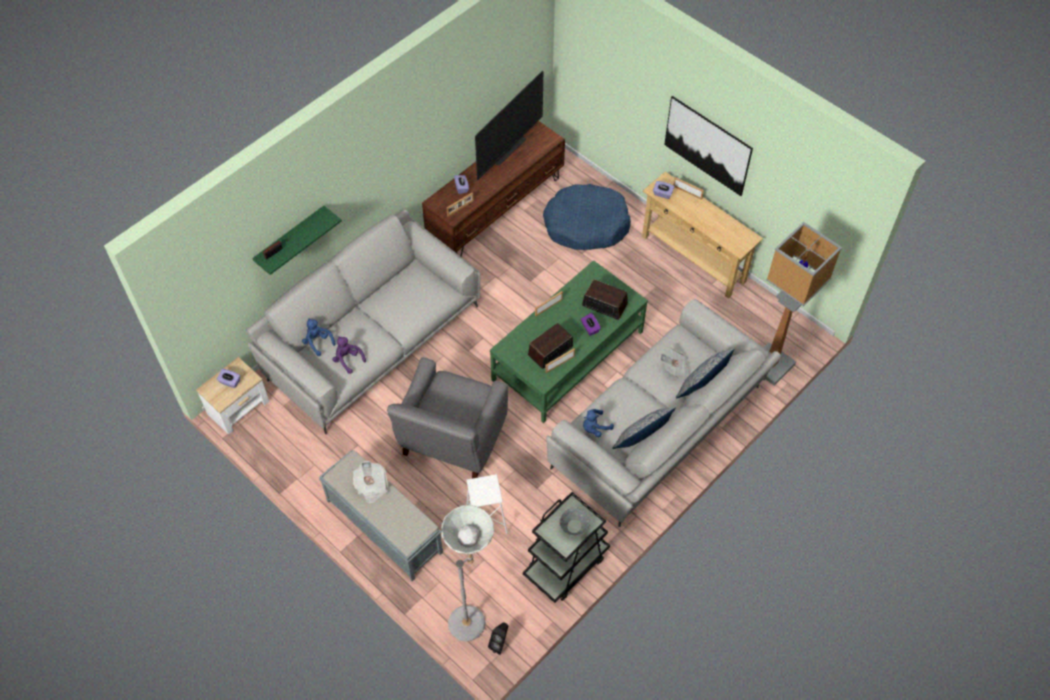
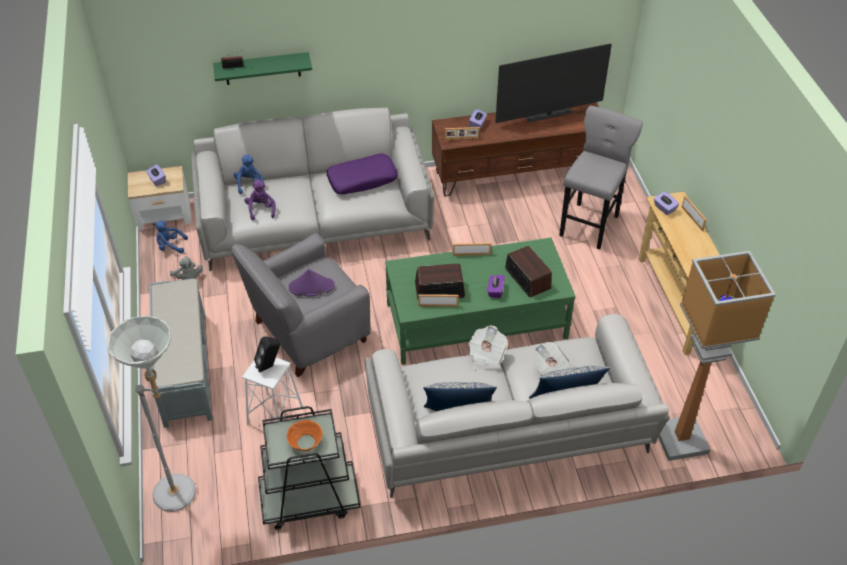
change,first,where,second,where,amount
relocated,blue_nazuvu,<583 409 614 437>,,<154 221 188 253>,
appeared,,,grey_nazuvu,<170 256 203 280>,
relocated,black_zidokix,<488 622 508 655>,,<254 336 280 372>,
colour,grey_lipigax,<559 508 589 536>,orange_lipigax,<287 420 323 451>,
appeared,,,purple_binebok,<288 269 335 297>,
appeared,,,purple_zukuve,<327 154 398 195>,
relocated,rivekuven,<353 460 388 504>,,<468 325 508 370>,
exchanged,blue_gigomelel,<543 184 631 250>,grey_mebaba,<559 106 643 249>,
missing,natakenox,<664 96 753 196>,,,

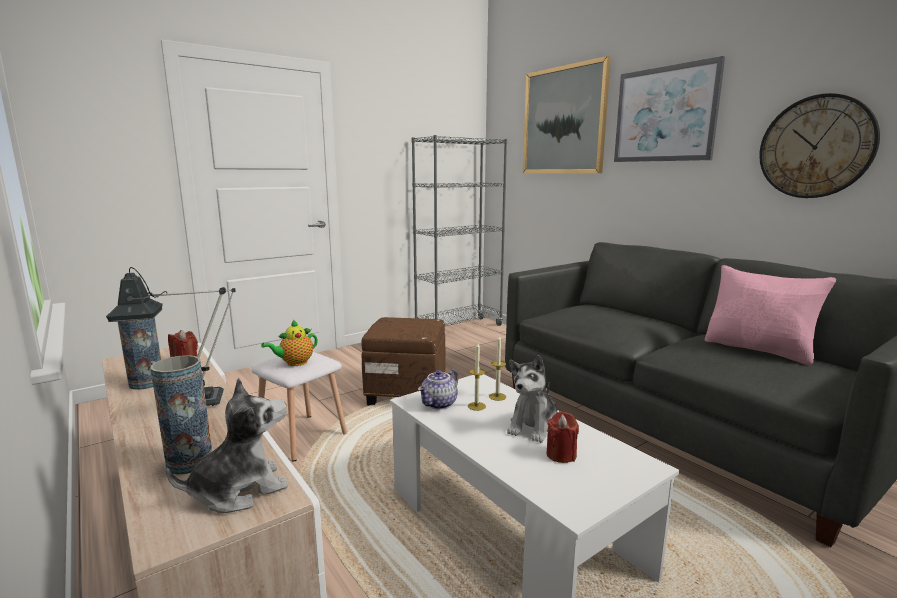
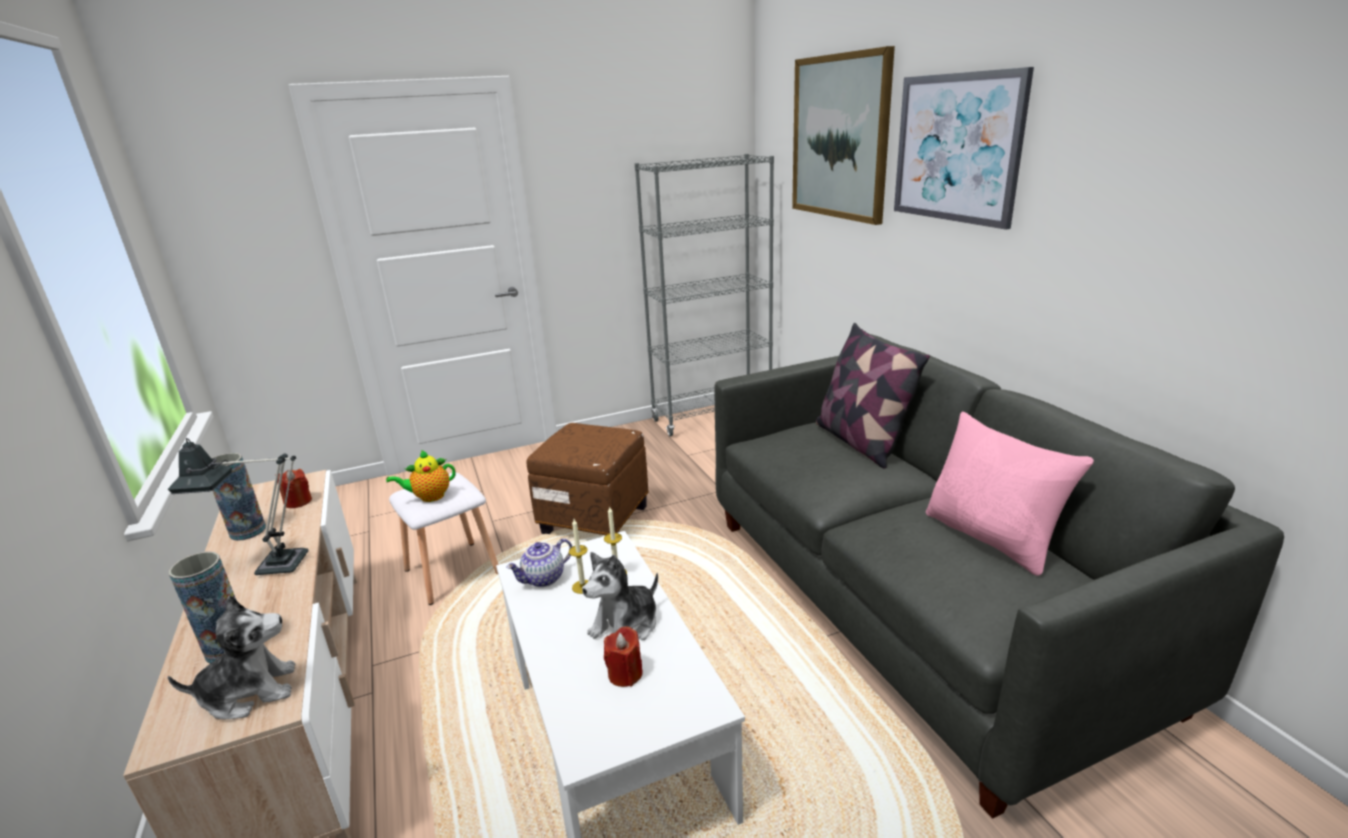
change,first,where,second,where,amount
appeared,,,zukuve,<816 323 930 469>,
missing,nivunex,<759 93 880 198>,,,

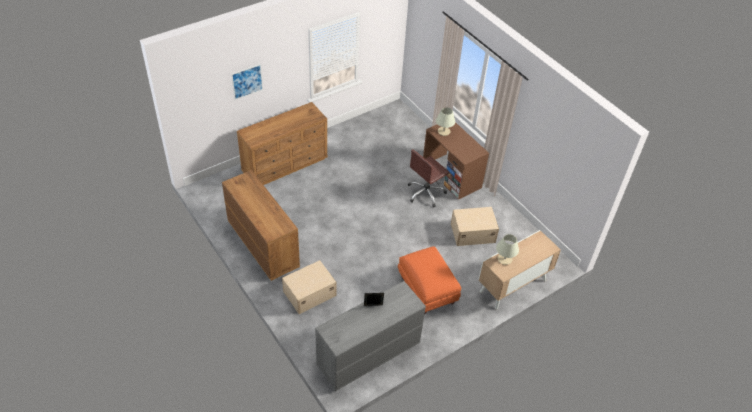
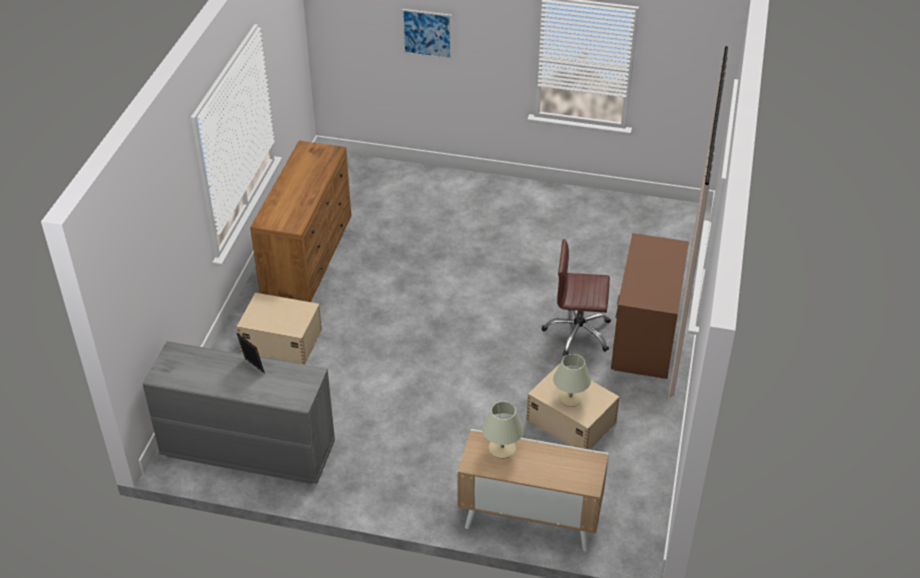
change,first,where,second,where,amount
relocated,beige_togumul,<436 107 455 136>,,<553 354 591 407>,
missing,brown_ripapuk,<237 102 328 185>,,,
missing,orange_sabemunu,<398 247 461 314>,,,

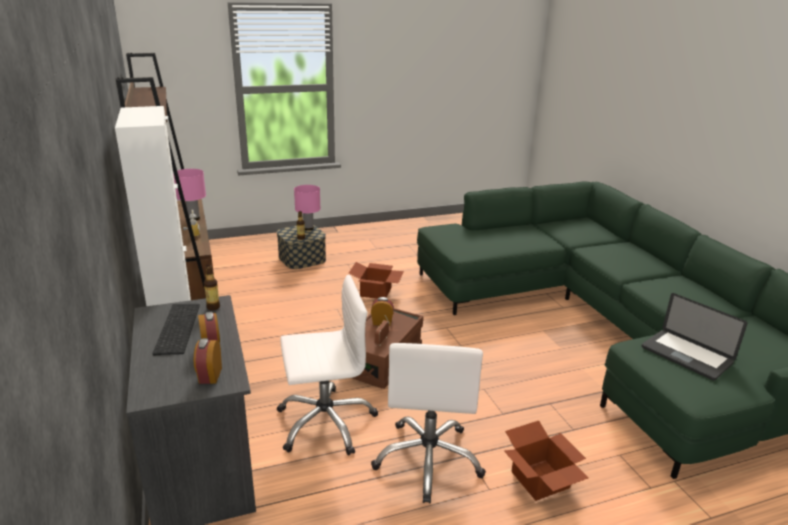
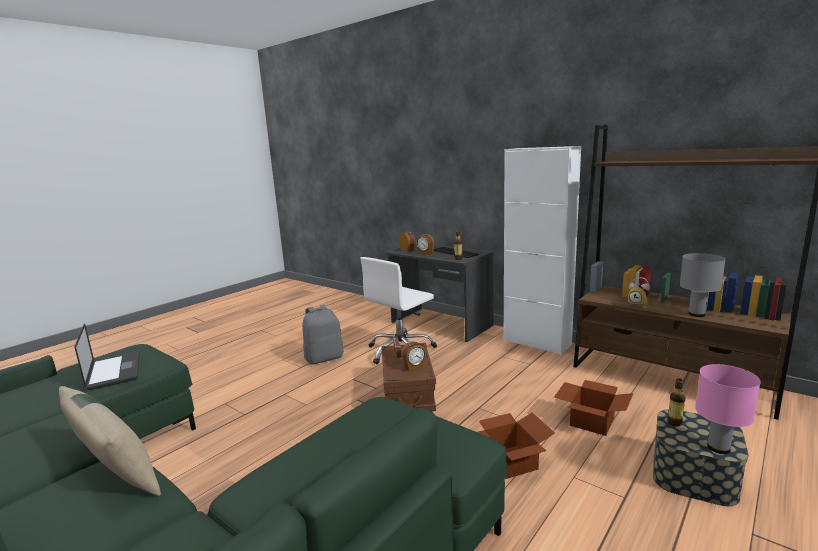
change,first,where,second,where,amount
appeared,,,beige_zukuve,<59 386 161 496>,
spun,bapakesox,<642 293 747 380>,,<75 324 139 390>,45 degrees clockwise
exchanged,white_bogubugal,<371 343 486 504>,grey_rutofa,<303 305 344 364>,
relocated,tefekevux,<504 421 589 501>,,<554 380 633 436>,
colour,pink_togumul,<173 169 206 220>,grey_togumul,<680 253 726 317>,

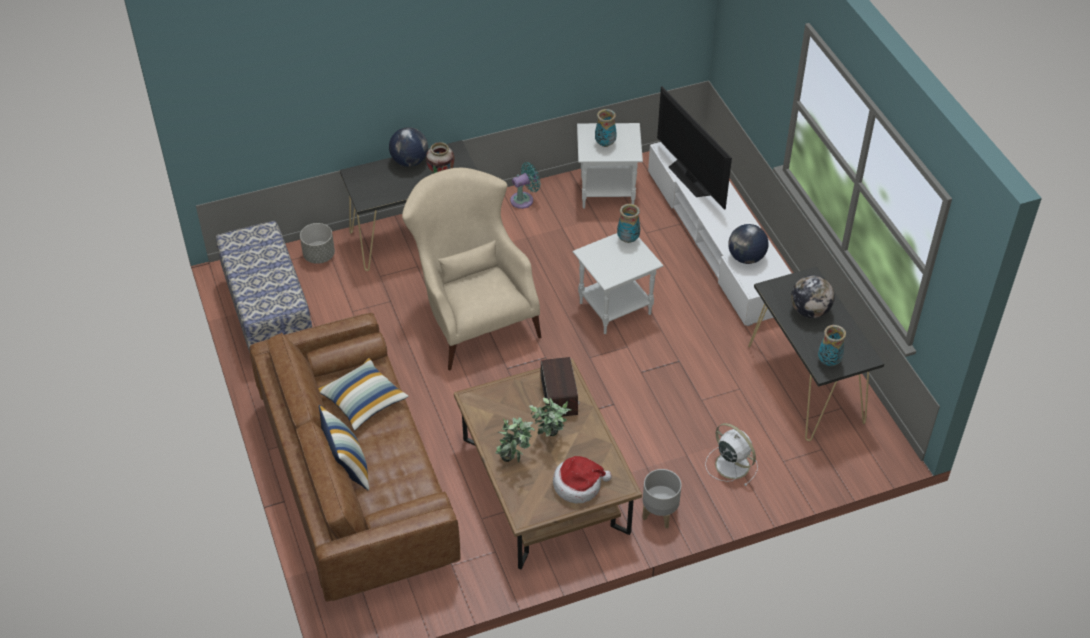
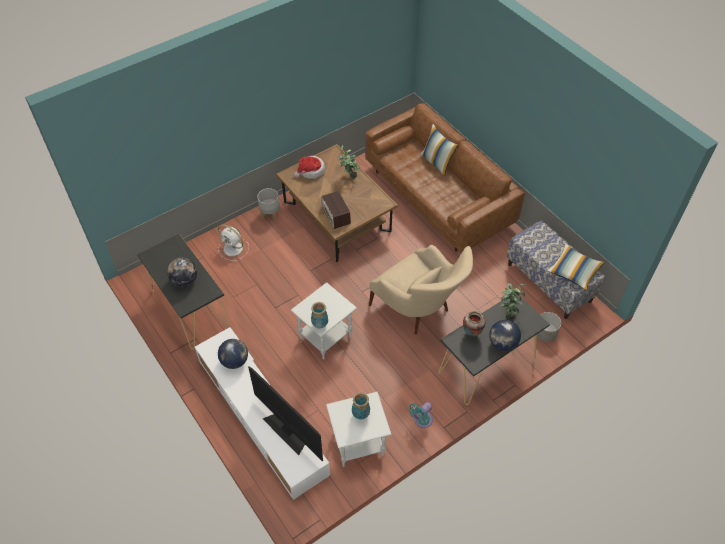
change,first,where,second,where,amount
relocated,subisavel,<529 397 571 437>,,<501 283 526 319>,
relocated,zukuve,<318 358 408 430>,,<547 244 605 291>,
missing,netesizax,<818 325 846 366>,,,

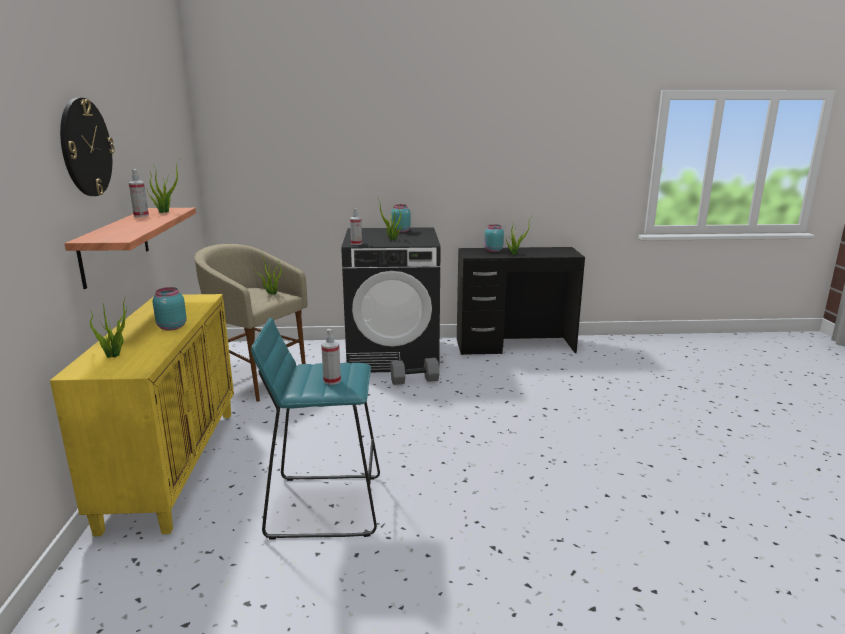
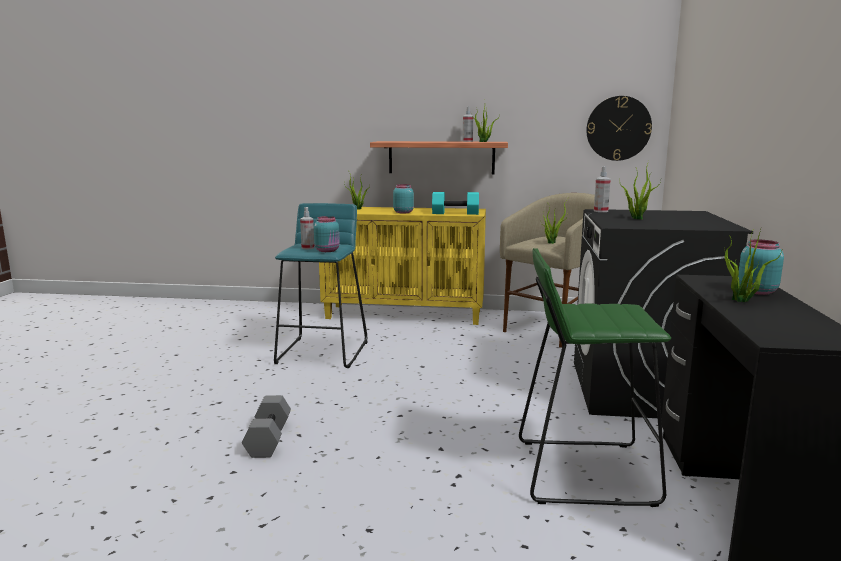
change,first,where,second,where,amount
relocated,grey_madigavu,<390 358 440 385>,,<242 395 291 458>,
relocated,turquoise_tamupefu,<391 204 411 232>,,<314 216 340 252>,
appeared,,,turquoise_madigavu,<432 192 479 215>,
appeared,,,green_mebaba,<519 248 671 507>,
relocated,nivunex,<60 98 115 196>,,<586 96 652 161>,

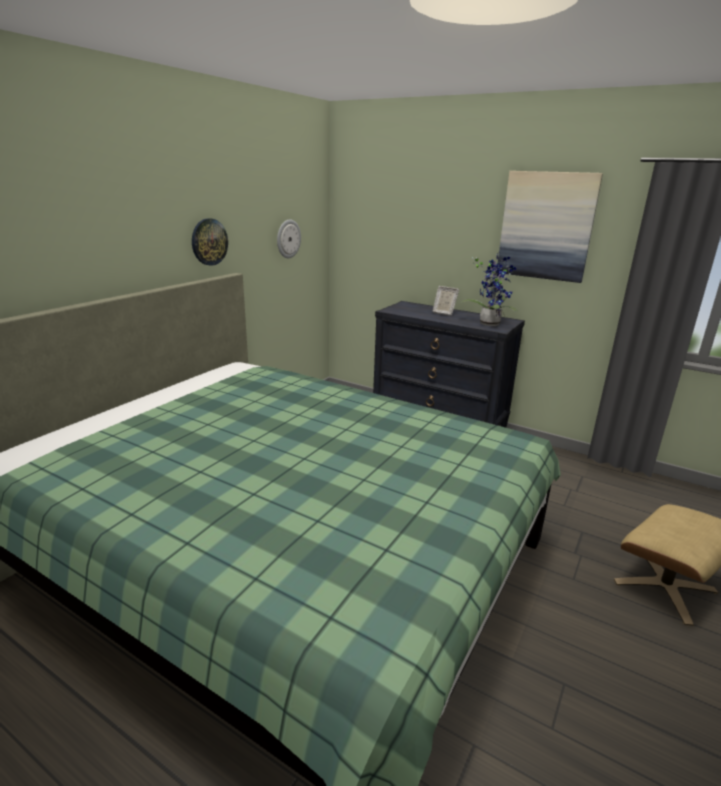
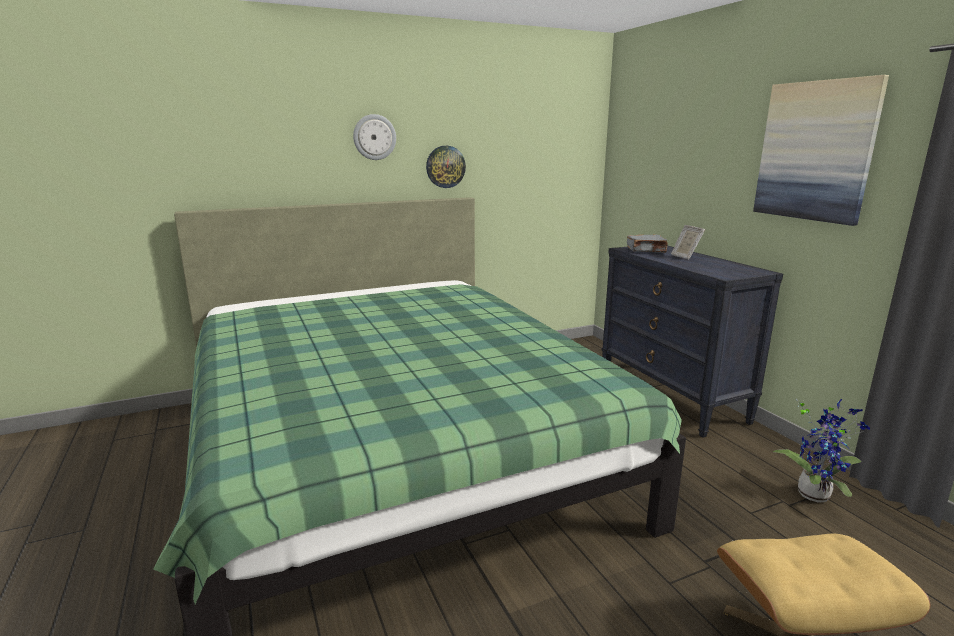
change,first,where,second,where,amount
relocated,nivunex,<277 220 301 258>,,<353 114 396 160>,
appeared,,,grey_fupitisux,<627 234 668 253>,
relocated,subisavel,<460 253 518 326>,,<773 399 870 503>,

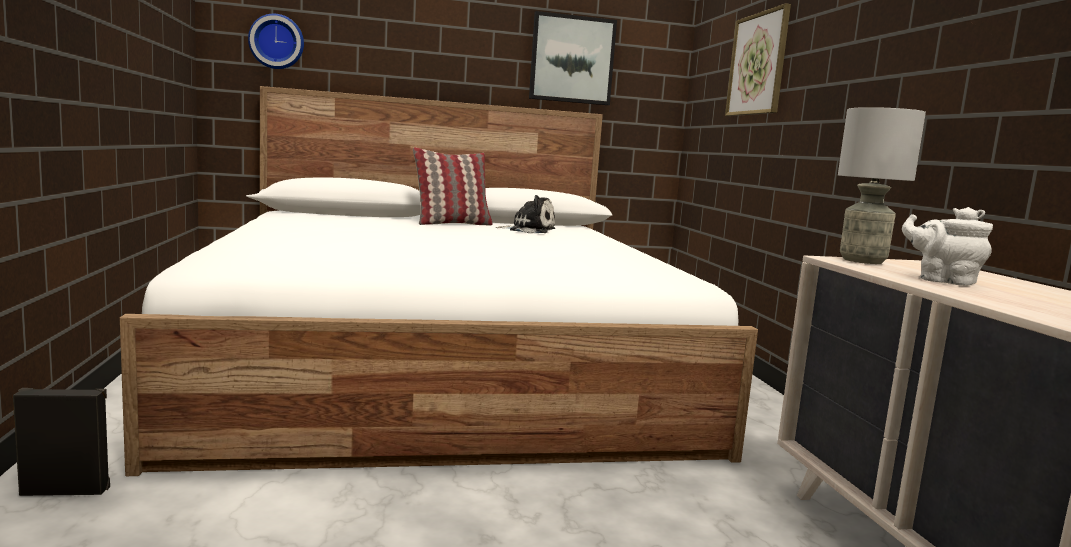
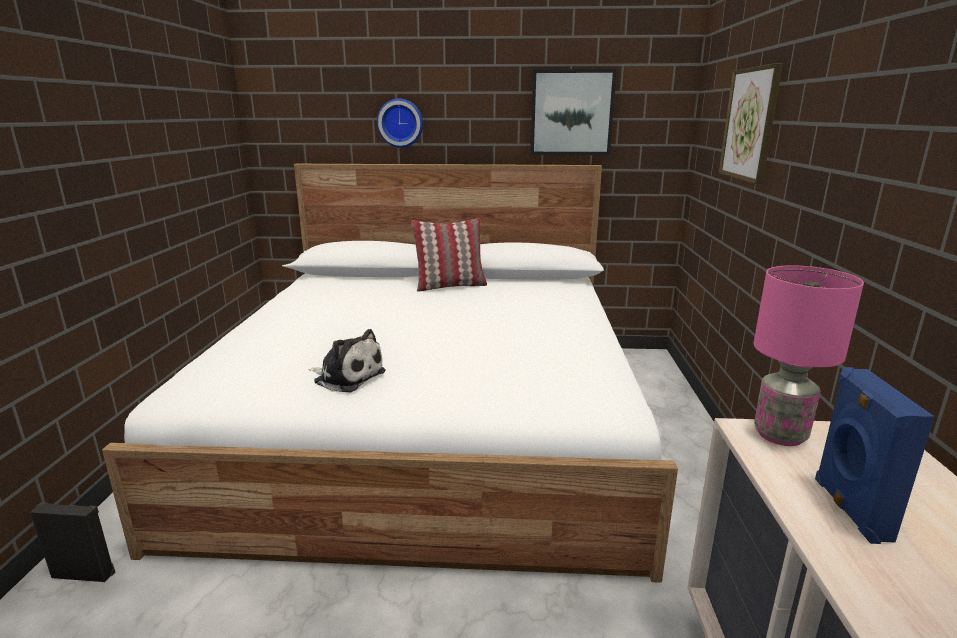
change,first,where,second,where,amount
relocated,nazuvu,<496 195 555 233>,,<308 329 386 392>,
relocated,nivunex,<248 14 304 69>,,<377 98 423 148>,
colour,grey_togumul,<838 107 926 264>,pink_togumul,<754 265 864 446>,
exchanged,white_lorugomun,<902 207 993 286>,blue_zidokix,<815 367 935 544>,

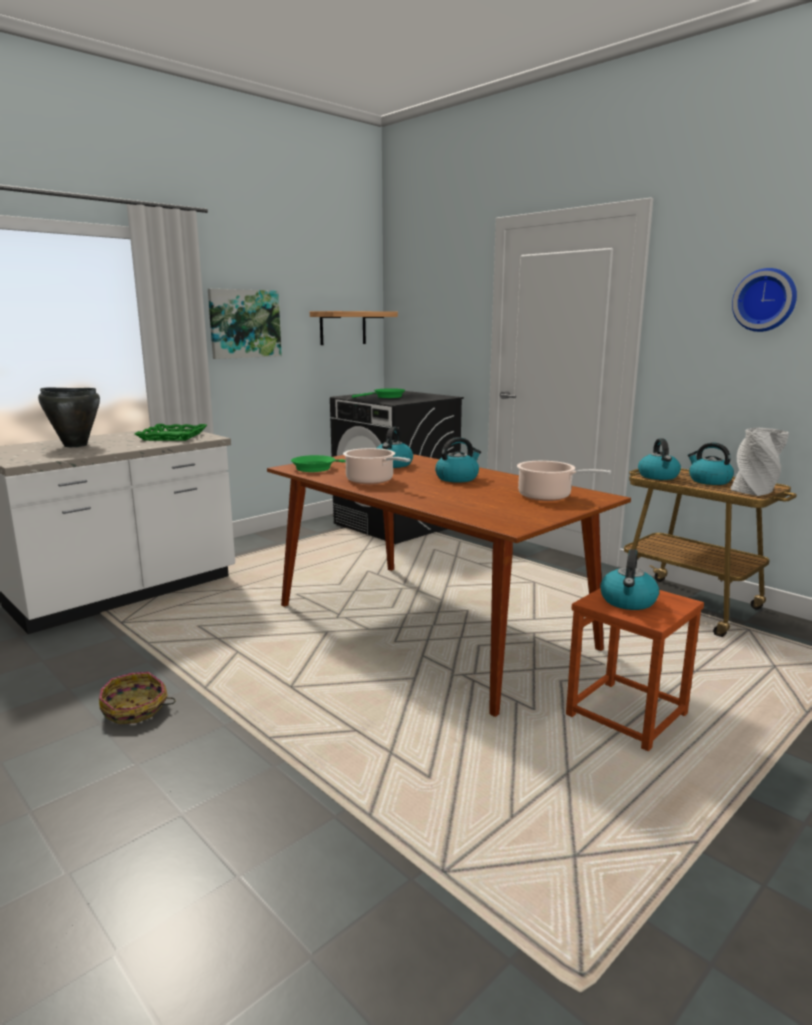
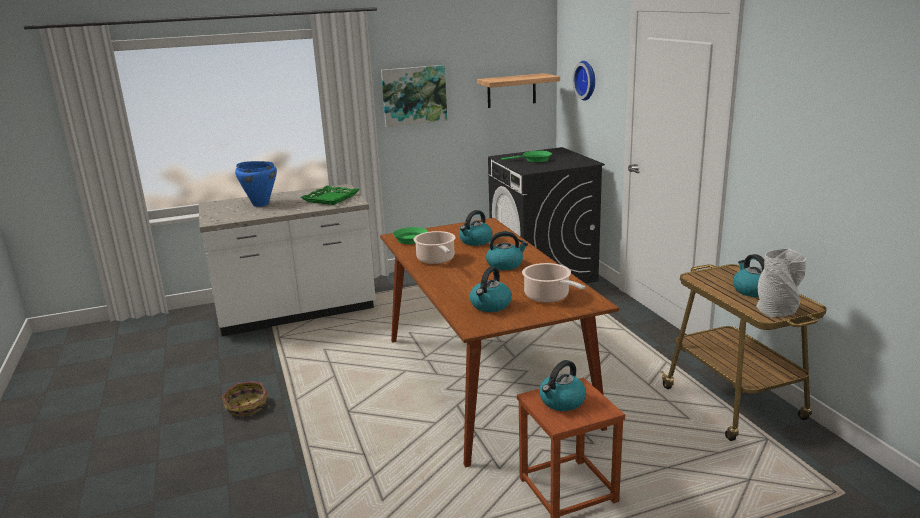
change,first,where,second,where,amount
colour,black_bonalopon,<38 388 100 447>,blue_bonalopon,<235 161 277 207>,
relocated,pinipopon,<638 438 681 480>,,<470 267 512 312>,
relocated,nivunex,<732 268 797 332>,,<573 61 595 101>,

